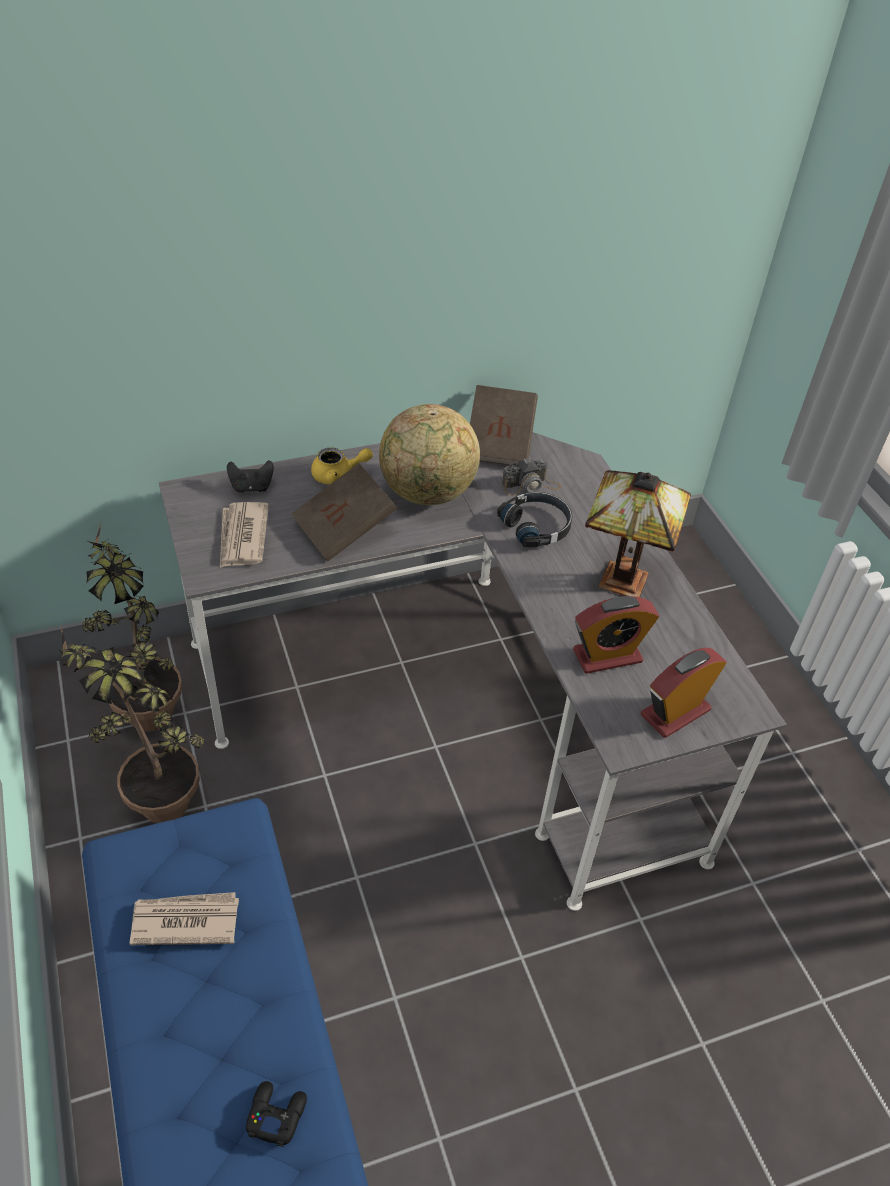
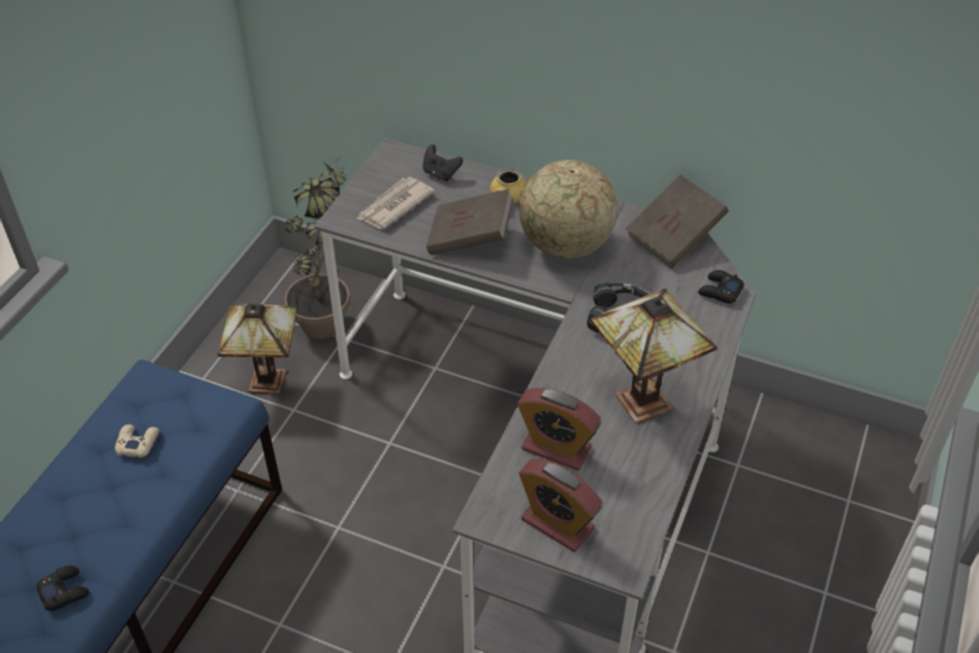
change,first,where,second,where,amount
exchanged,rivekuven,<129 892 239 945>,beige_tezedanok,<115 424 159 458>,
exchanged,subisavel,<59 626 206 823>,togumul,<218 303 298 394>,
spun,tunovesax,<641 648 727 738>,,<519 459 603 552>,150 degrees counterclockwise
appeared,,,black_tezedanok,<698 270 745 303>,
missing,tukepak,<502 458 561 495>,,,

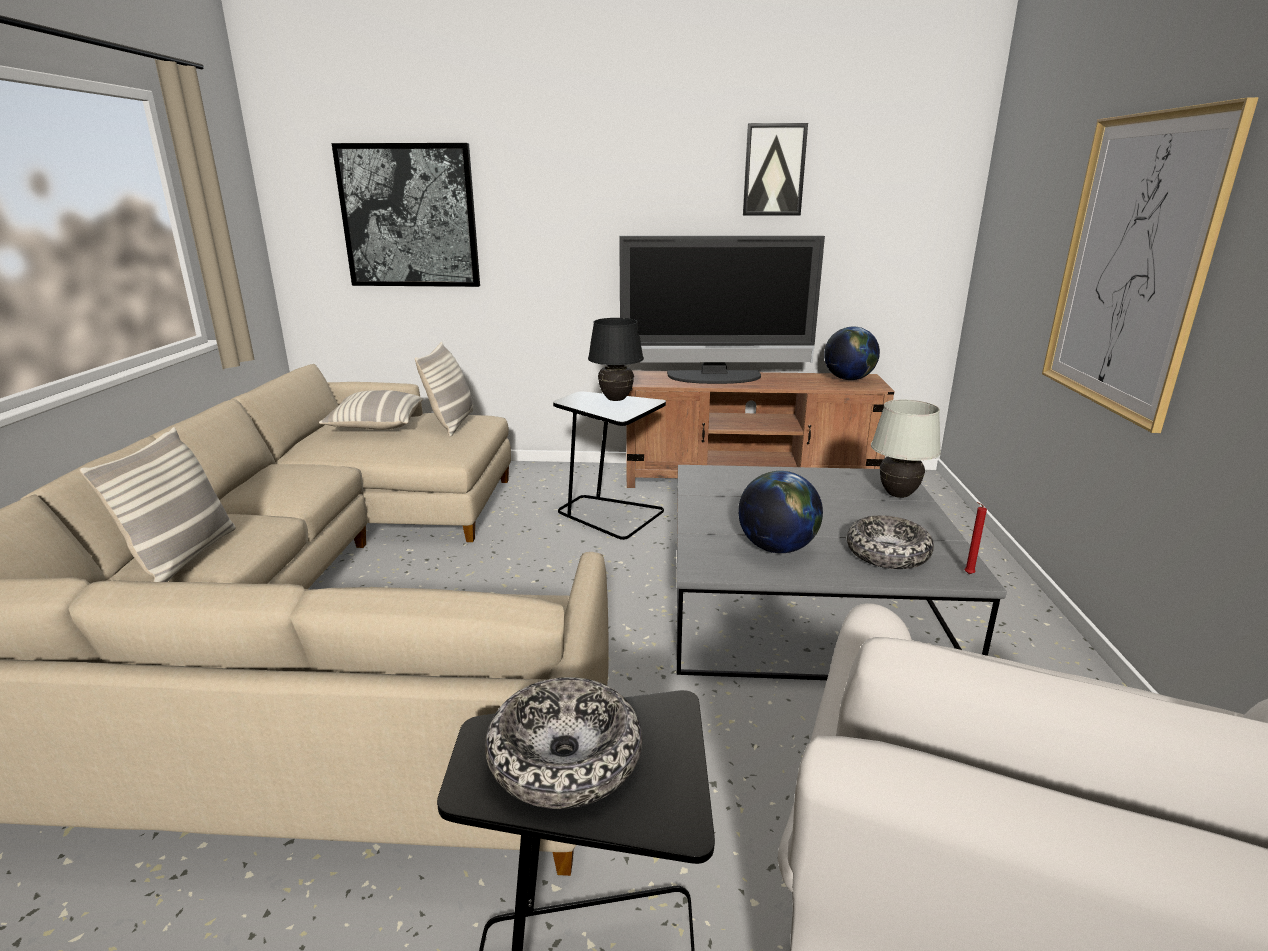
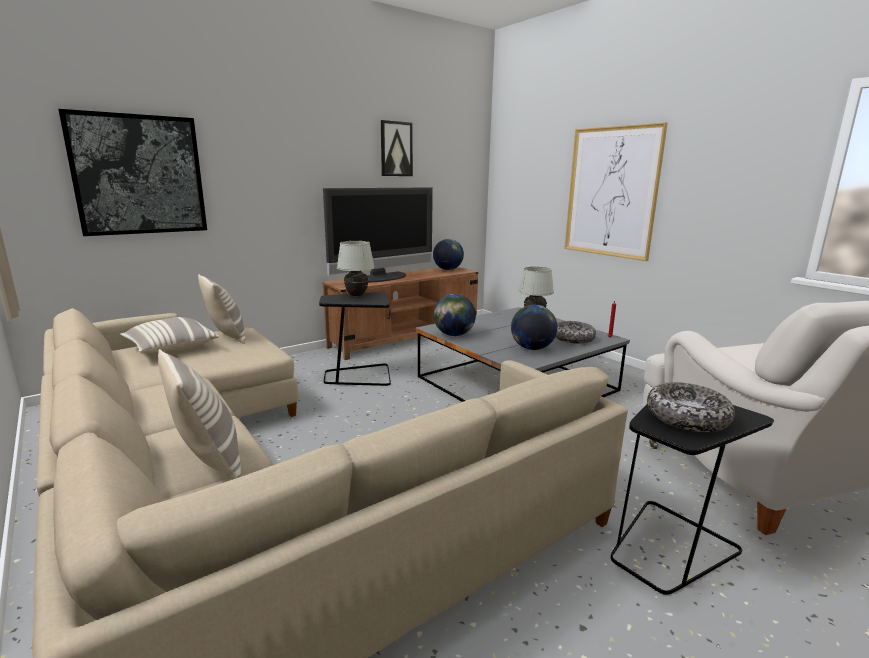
change,first,where,second,where,amount
colour,black_togumul,<588 318 644 401>,white_togumul,<337 241 375 296>,
appeared,,,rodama,<434 294 476 336>,

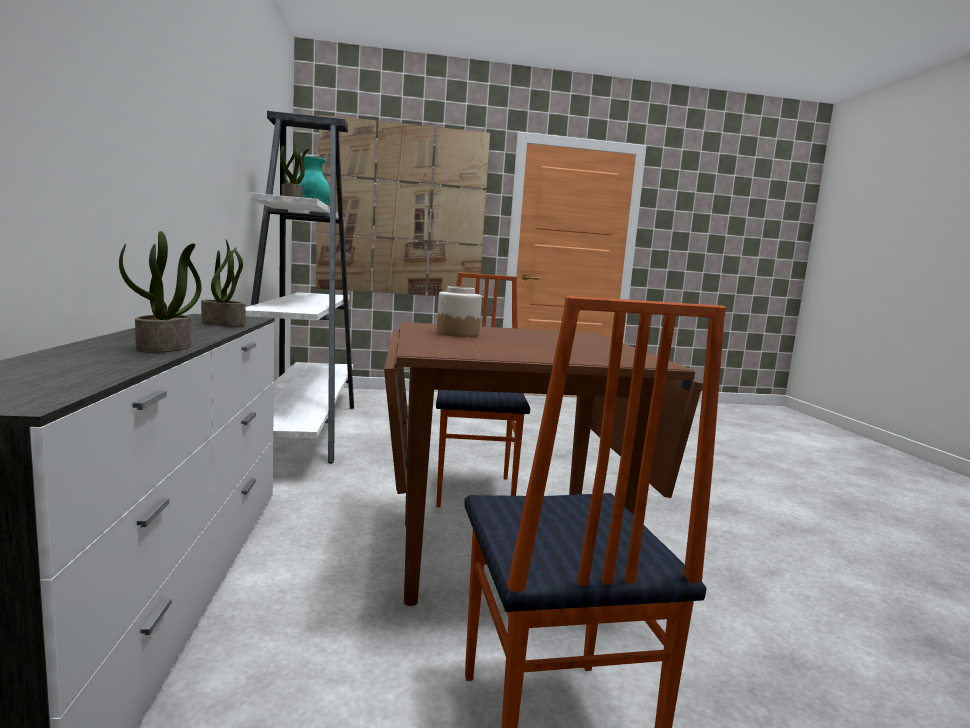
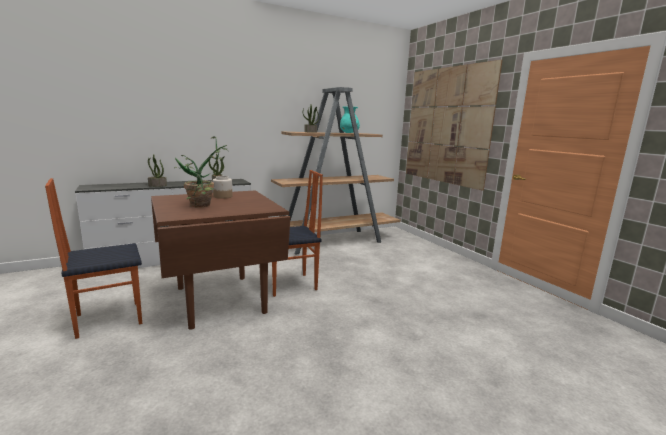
change,first,where,second,where,amount
appeared,,,subisavel,<174 136 228 207>,
colour,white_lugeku,<245 111 354 464>,brown_lugeku,<271 87 401 255>,

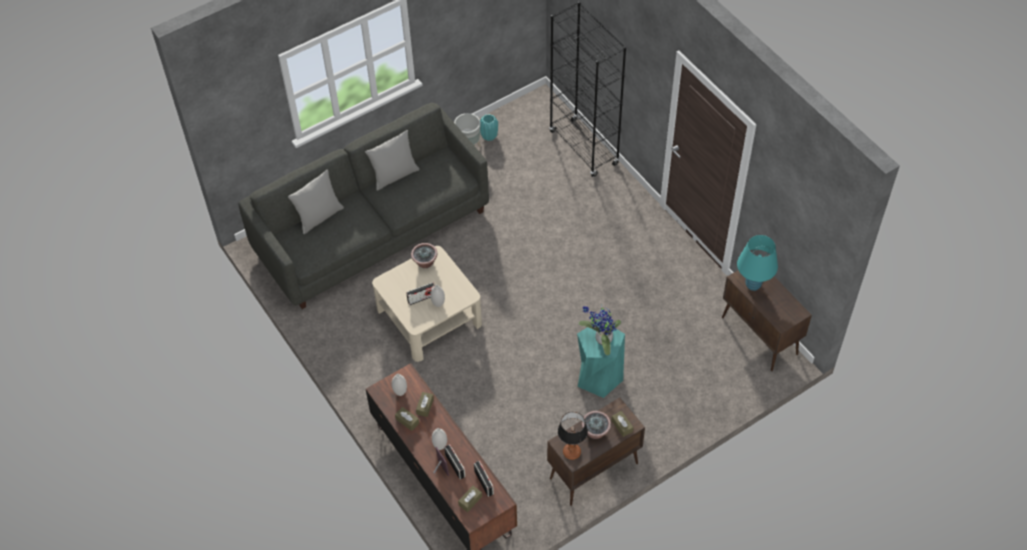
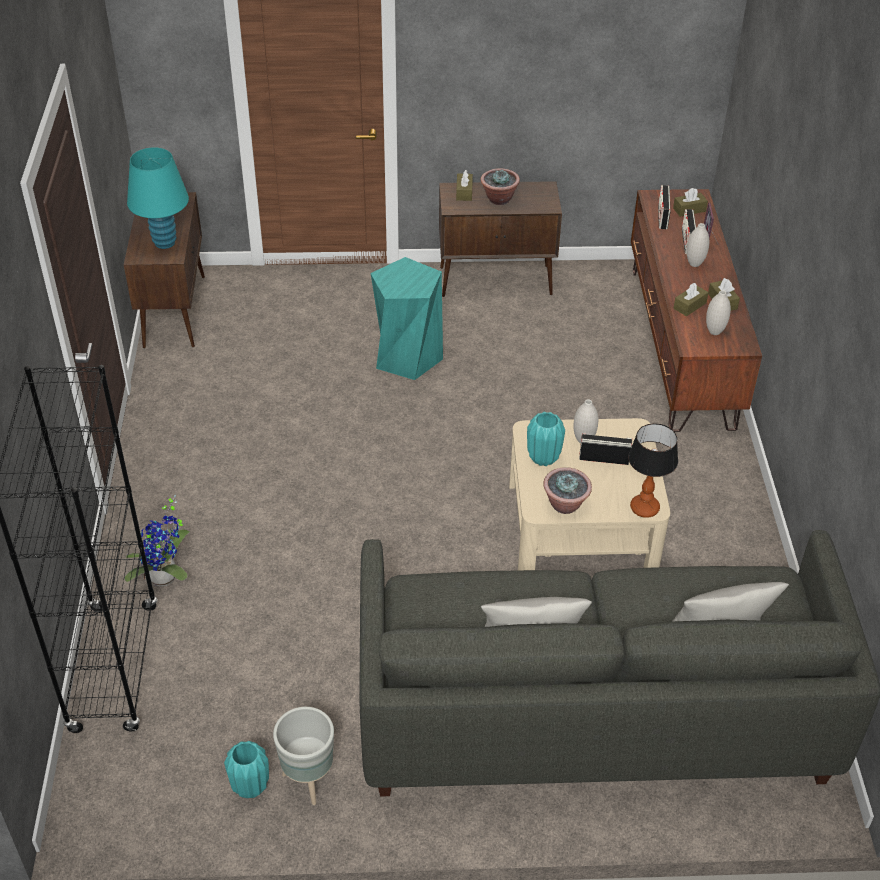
change,first,where,second,where,amount
relocated,subisavel,<579 307 621 355>,,<124 495 189 586>,
appeared,,,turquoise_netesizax,<527 412 565 466>,
relocated,togumul,<558 412 588 460>,,<628 423 678 518>,

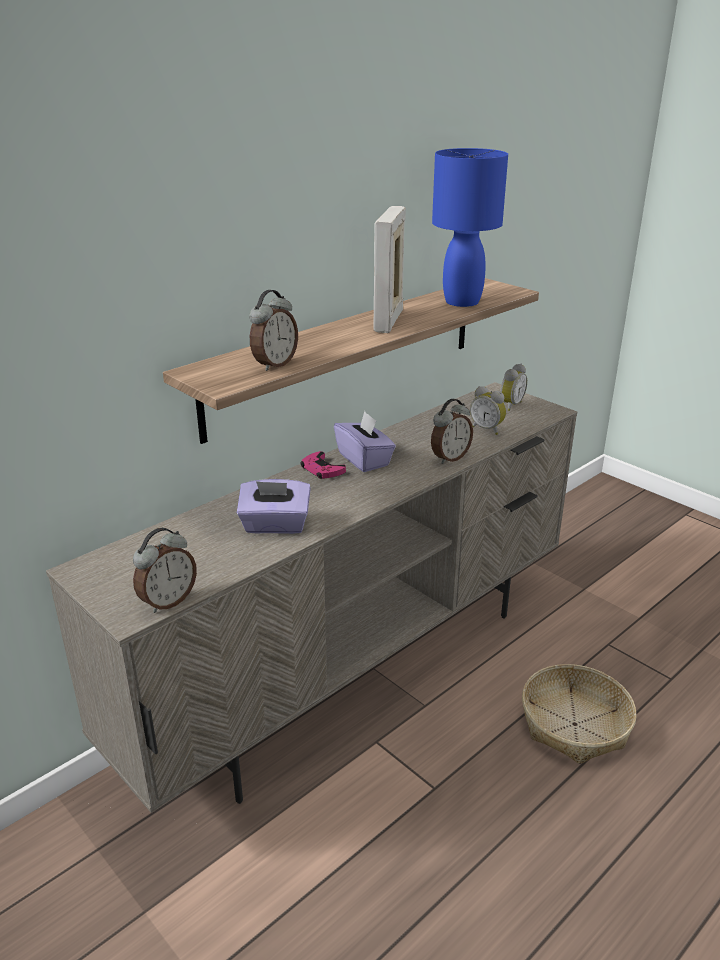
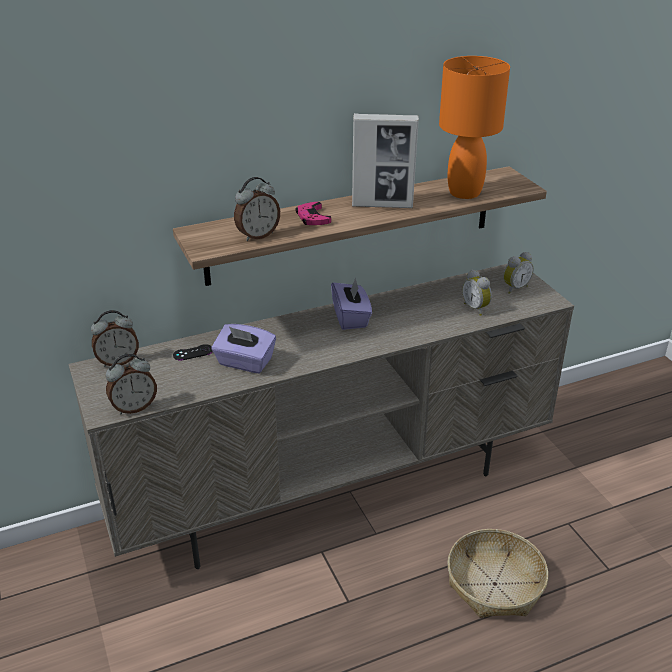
change,first,where,second,where,amount
relocated,tunovesax,<431 399 473 464>,,<91 310 139 367>,
appeared,,,black_tezedanok,<173 344 213 360>,
relocated,pink_tezedanok,<300 451 346 479>,,<295 202 331 225>,
spun,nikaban,<374 206 406 333>,,<352 113 419 208>,120 degrees counterclockwise
colour,blue_togumul,<432 148 508 307>,orange_togumul,<439 56 510 199>,

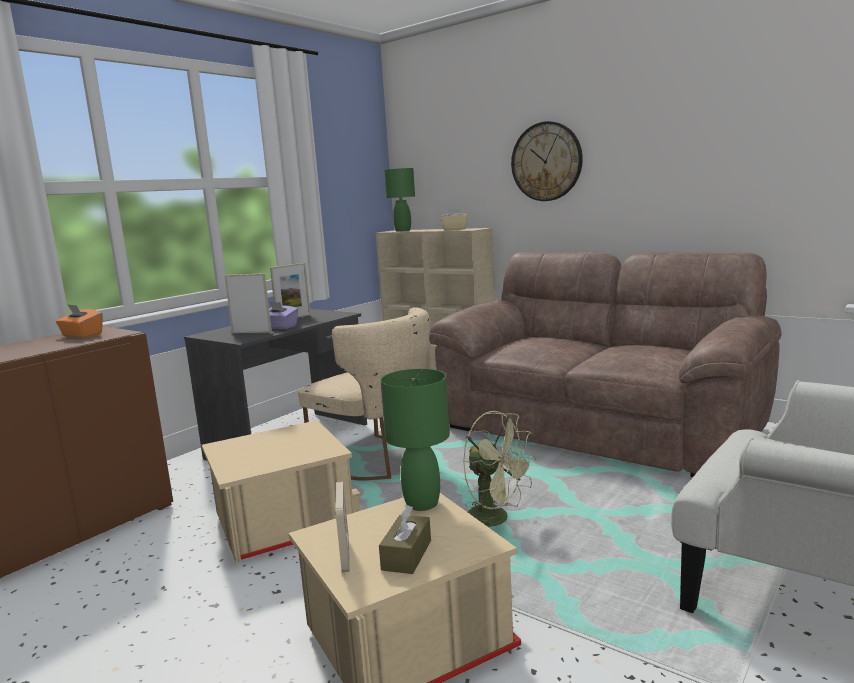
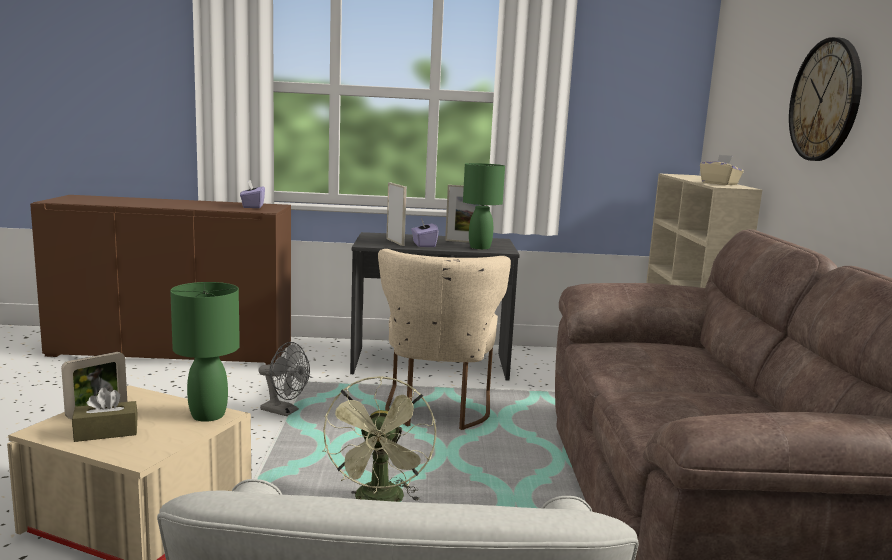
change,first,where,second,where,amount
colour,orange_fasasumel,<56 304 103 338>,purple_fasasumel,<240 180 265 208>,
exchanged,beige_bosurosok,<202 420 361 563>,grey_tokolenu,<259 342 310 416>,
relocated,green_togumul,<384 168 415 232>,,<463 163 505 249>,

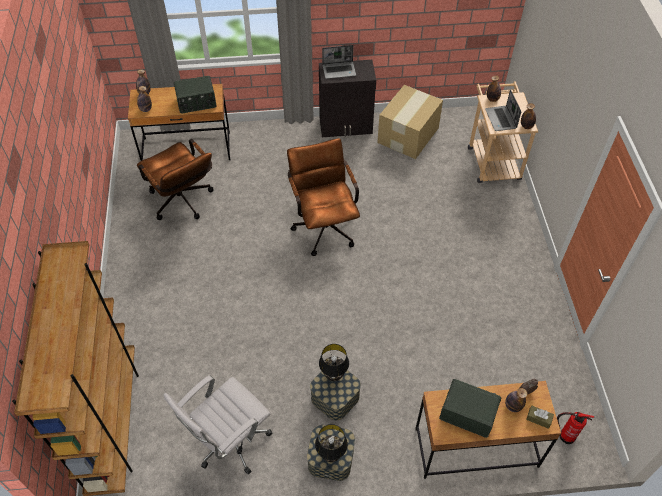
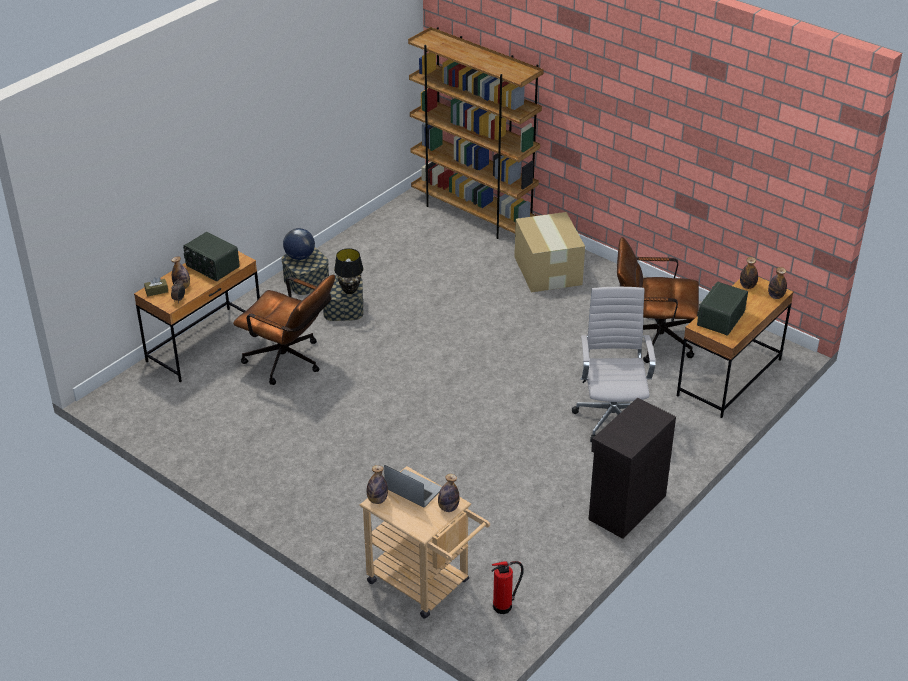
change,first,where,second,where,amount
spun,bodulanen,<439 379 501 438>,,<183 232 240 281>,60 degrees clockwise
relocated,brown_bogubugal,<287 138 360 256>,,<233 275 335 385>,
exchanged,black_togumul,<315 424 348 462>,rodama,<283 228 315 260>,
relocated,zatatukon,<557 412 594 444>,,<492 561 524 614>,
relocated,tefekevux,<377 85 443 159>,,<514 212 585 292>,
relocated,white_bogubugal,<164 375 273 475>,,<572 287 656 442>,
missing,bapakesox,<322 45 356 79>,,,

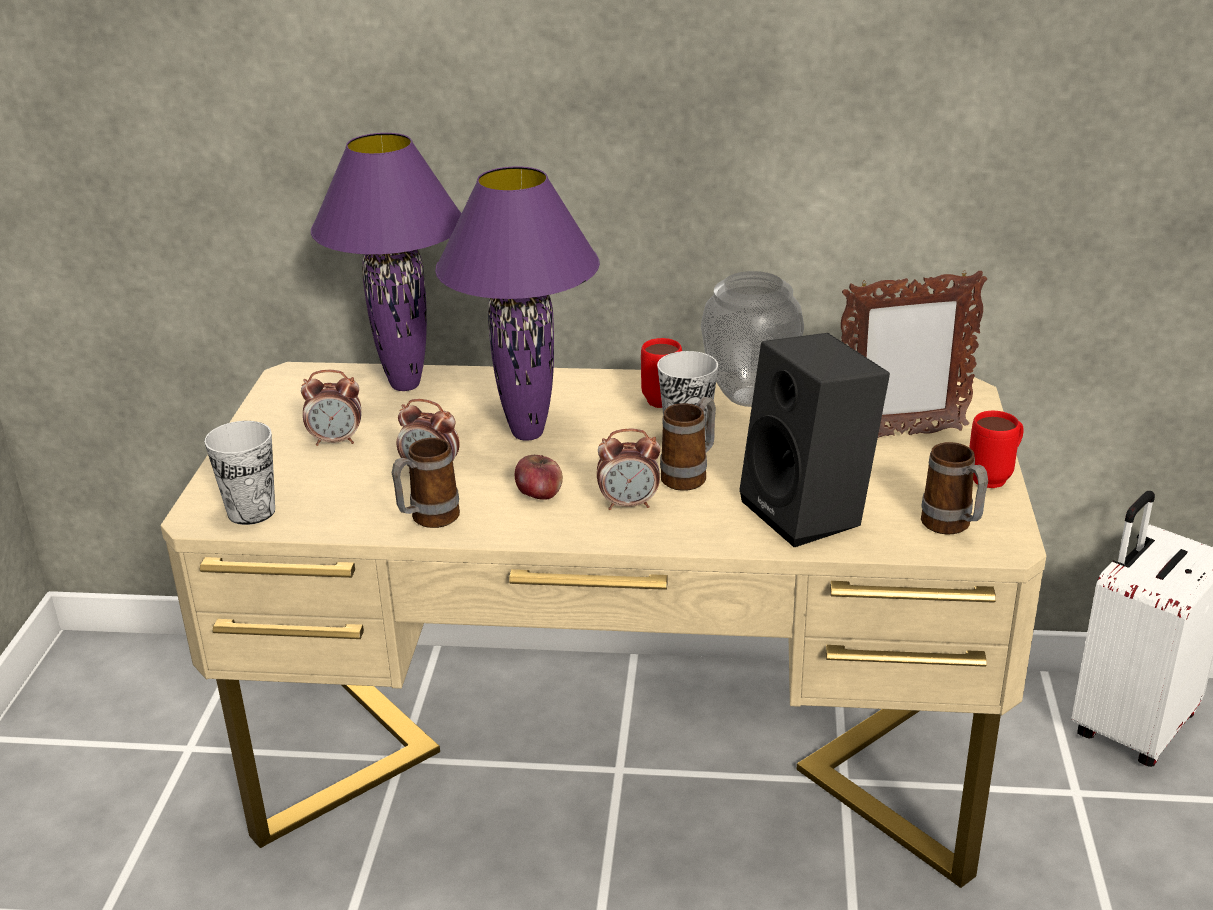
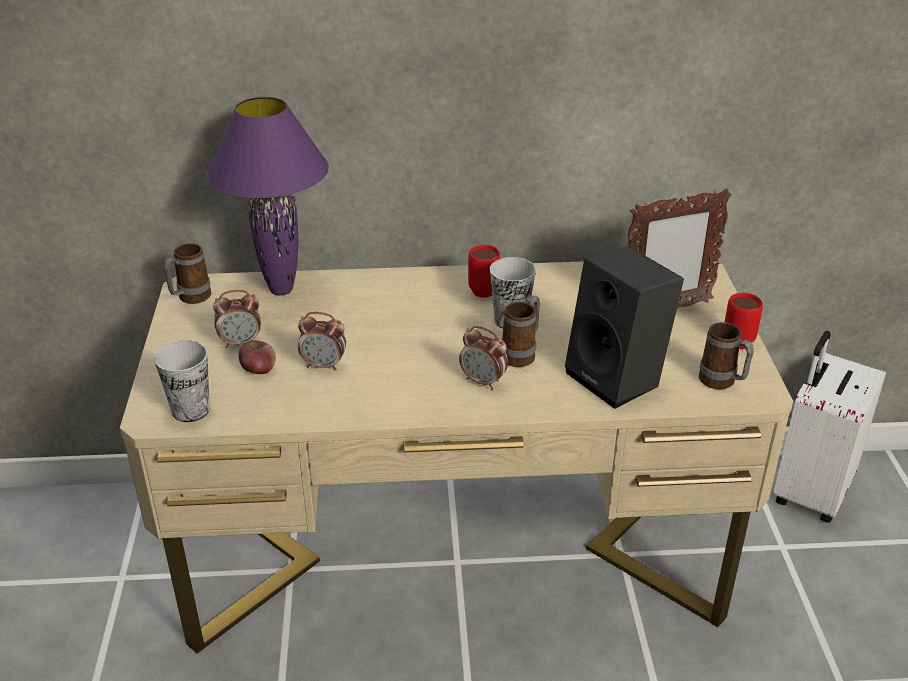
change,first,where,second,where,amount
relocated,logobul,<392 438 460 528>,,<164 243 211 304>,
relocated,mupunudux,<515 455 563 500>,,<239 340 276 374>,
spun,tunovesax,<597 429 661 510>,,<459 326 508 390>,45 degrees clockwise
missing,purple_togumul,<435 166 600 441>,,,
missing,netesizax,<701 271 804 407>,,,

